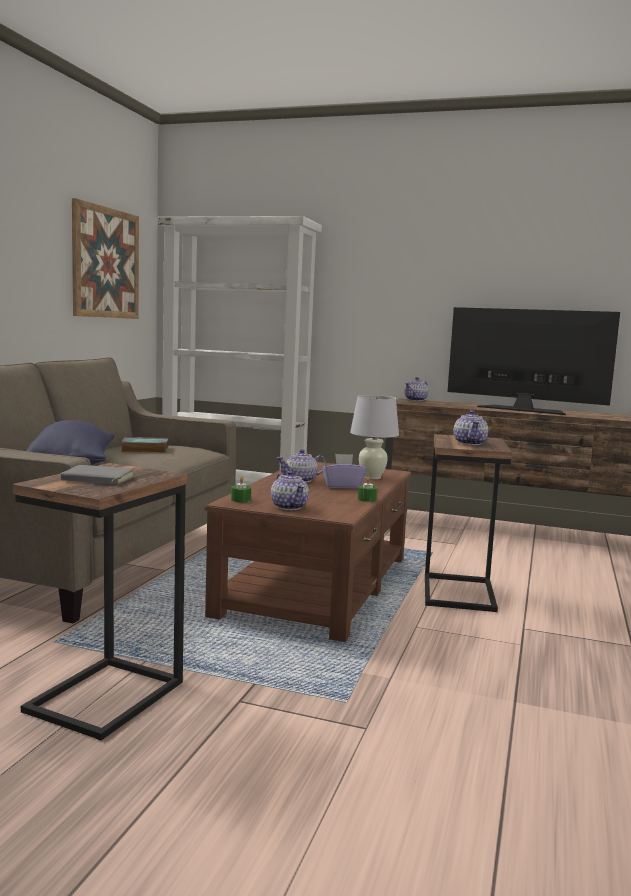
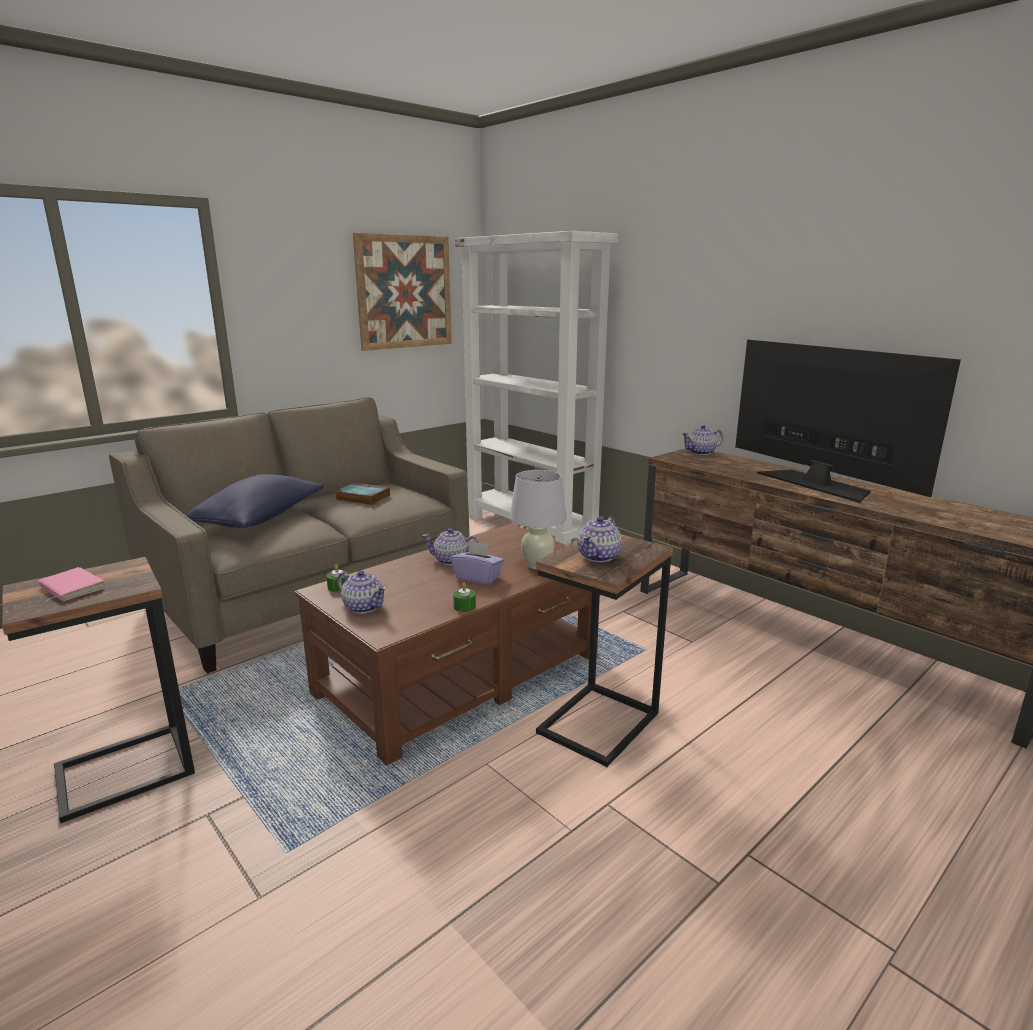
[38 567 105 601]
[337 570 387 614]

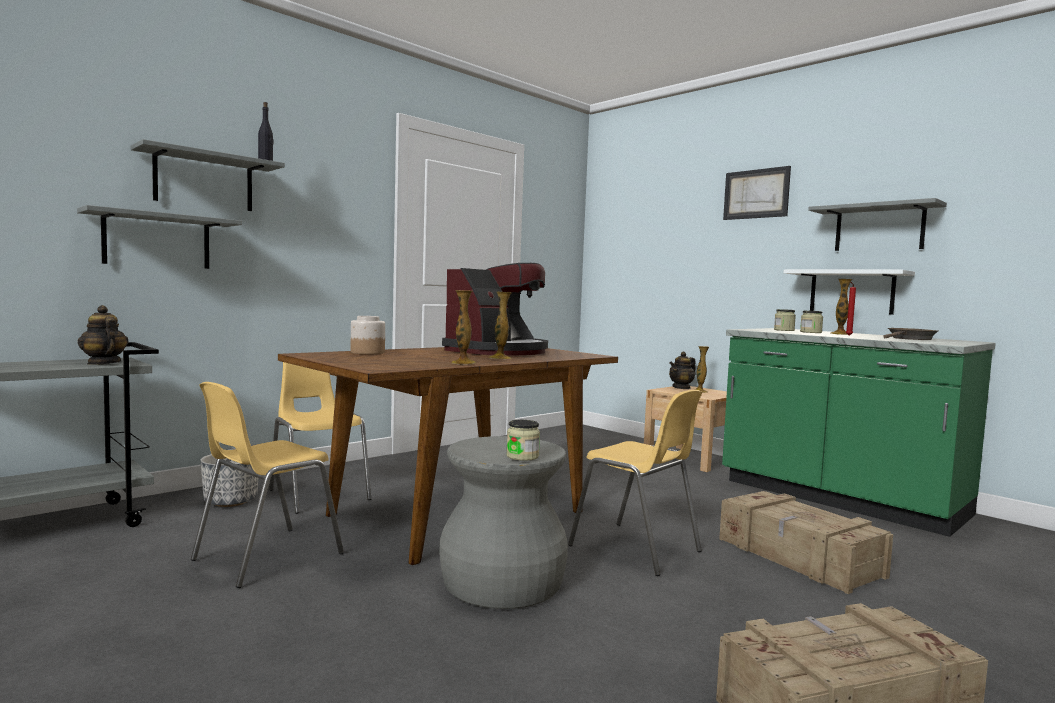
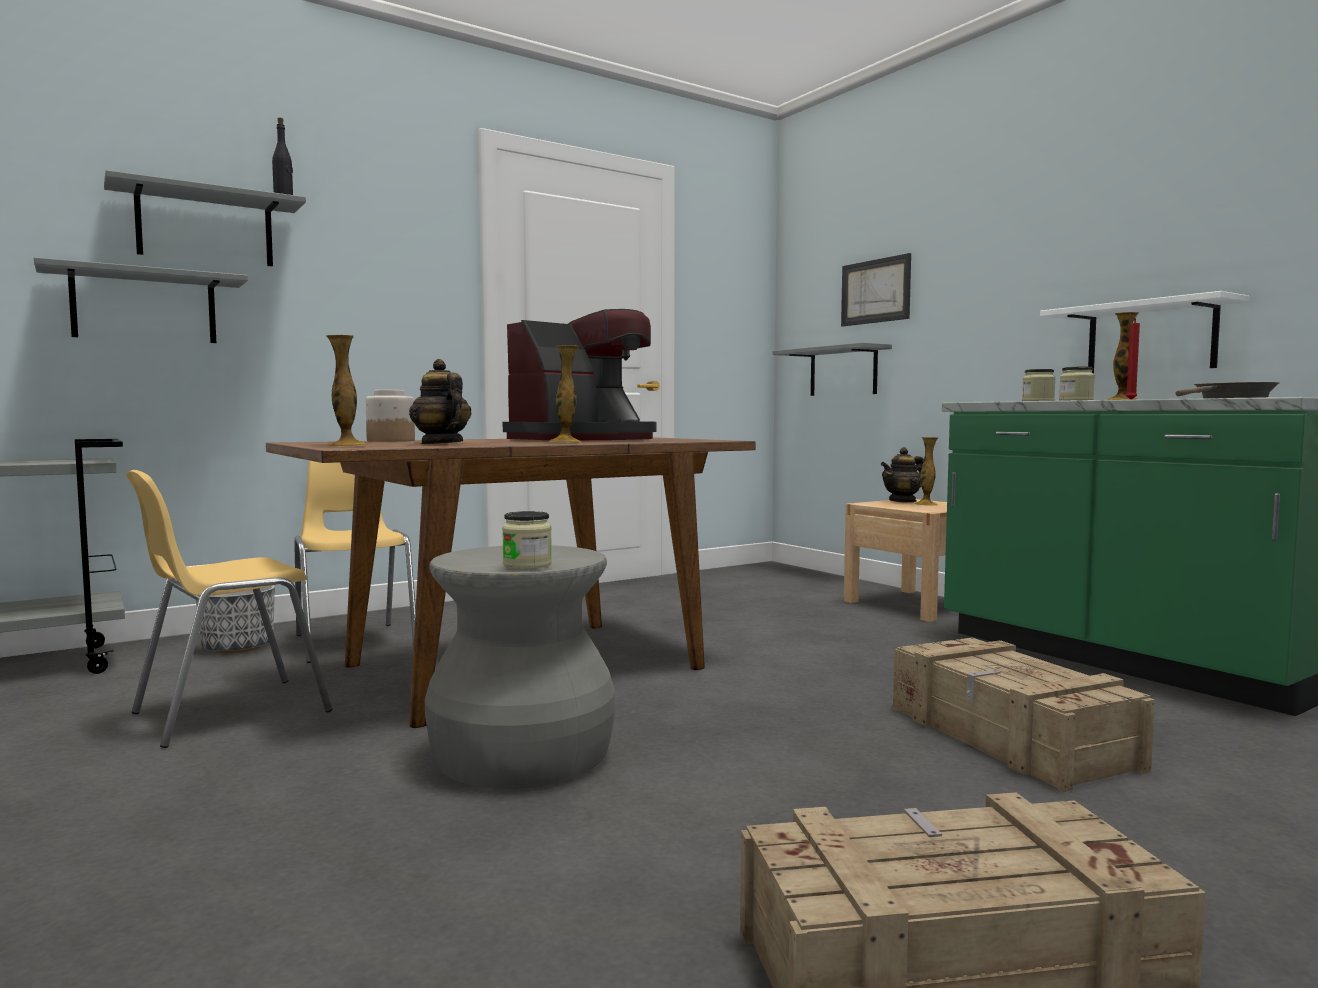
[409 359 471 444]
[326 335 367 447]
[568 390 702 576] (first image)
[841 253 911 326]
[772 342 892 396]

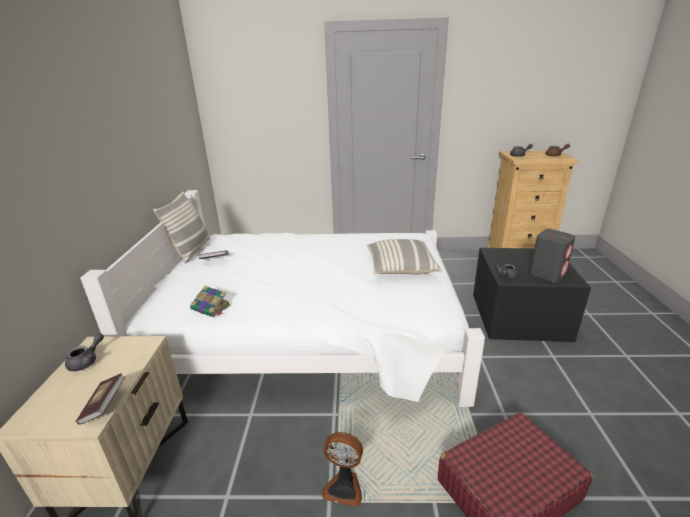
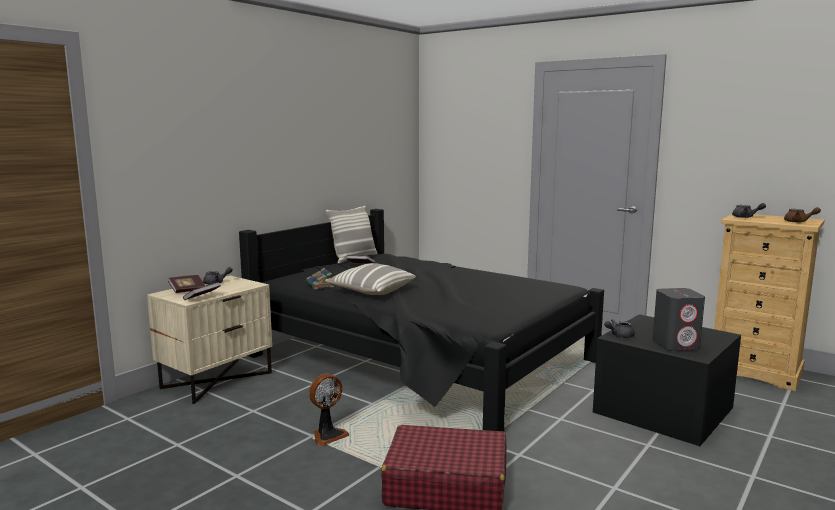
[239 209 604 432]
[309 374 349 446]
[325 263 416 295]
[168 275 205 293]

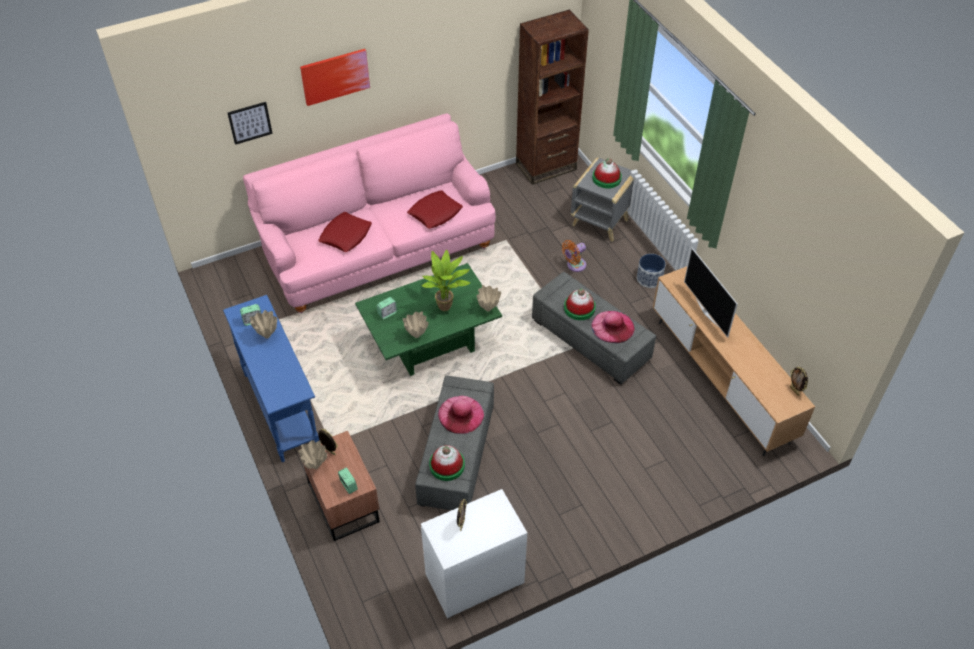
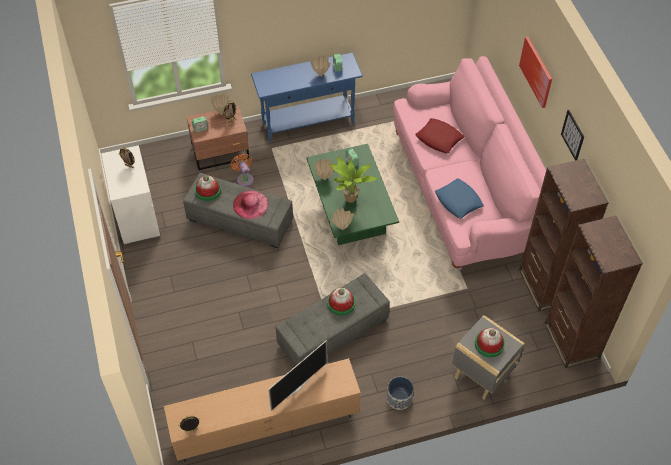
[561 110 584 161]
[435 178 484 219]
[231 153 254 187]
[591 311 634 343] (first image)
[268 340 327 411]
[519 159 609 311]

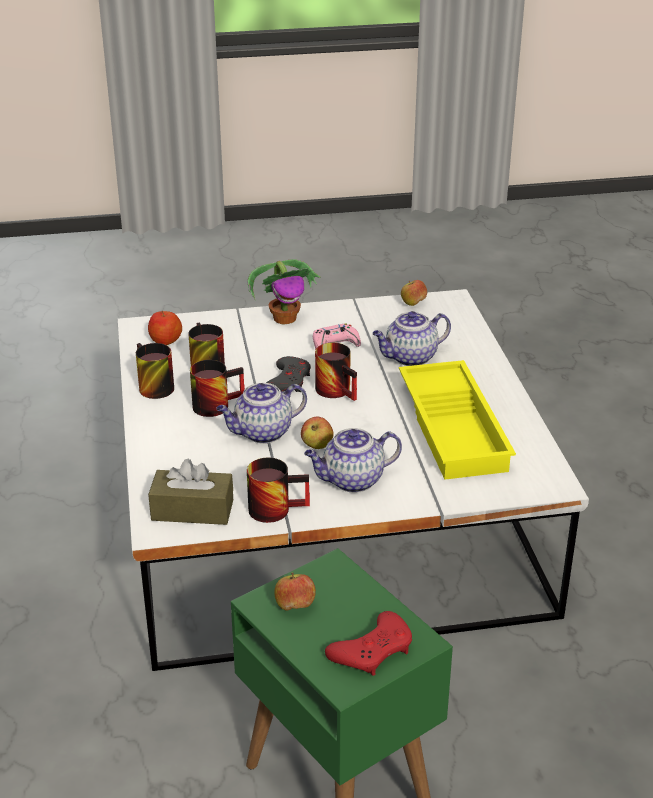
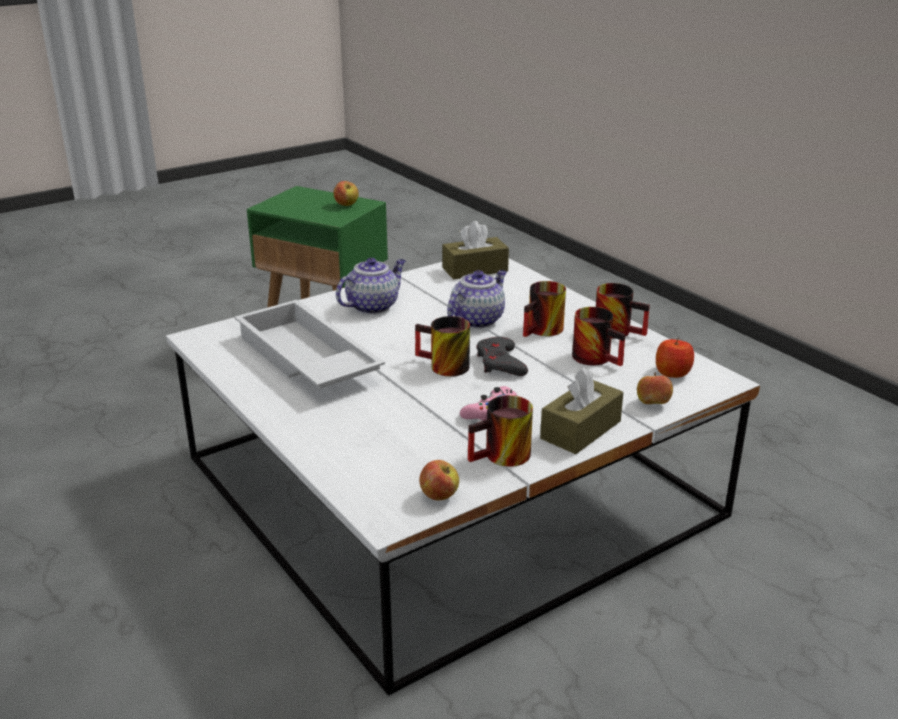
[468 395 533 467]
[540 367 624 454]
[637 372 673 404]
[325 611 412 676] (first image)
[372 311 451 366] (first image)
[235 300 385 389]

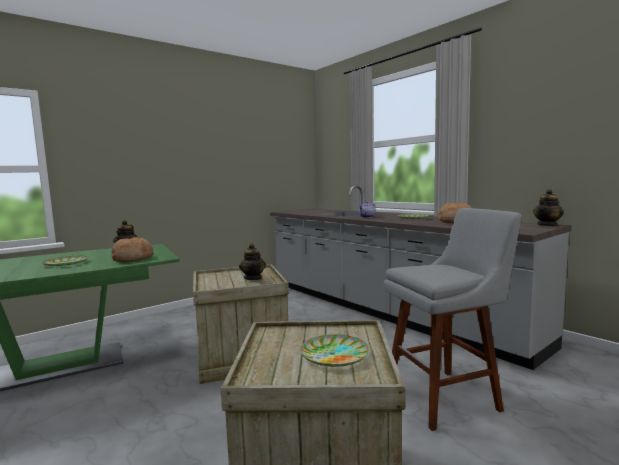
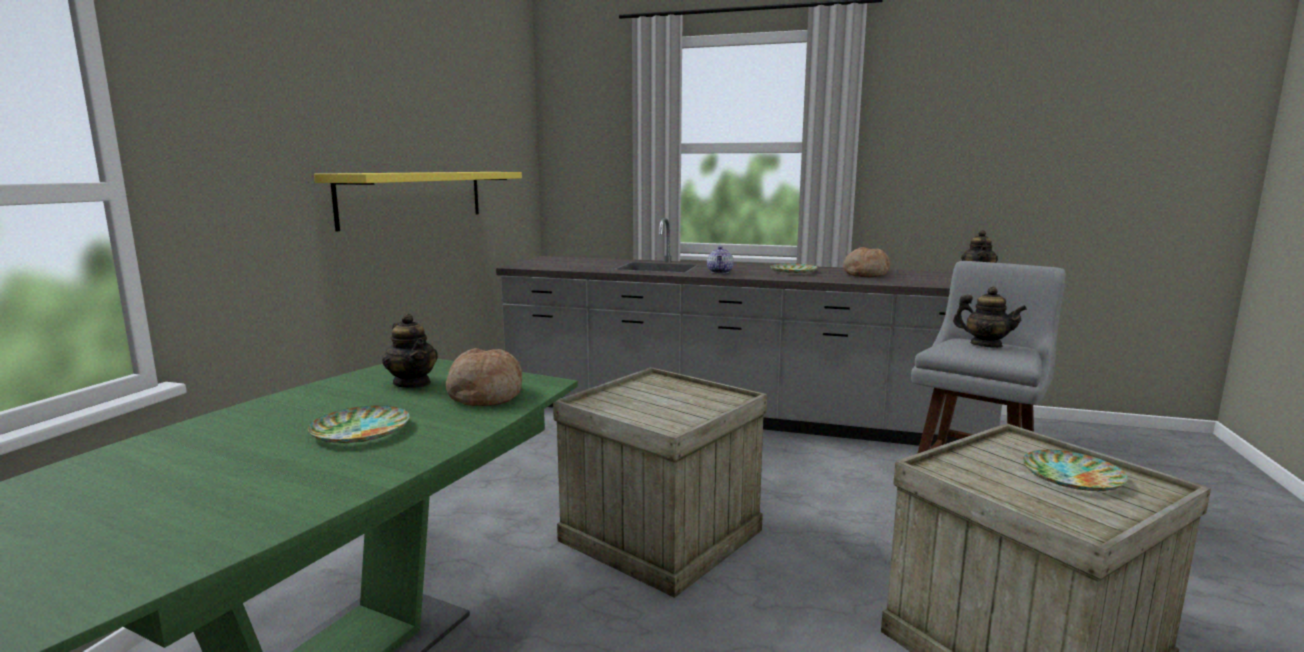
[953 287 1027 348]
[314 172 522 232]

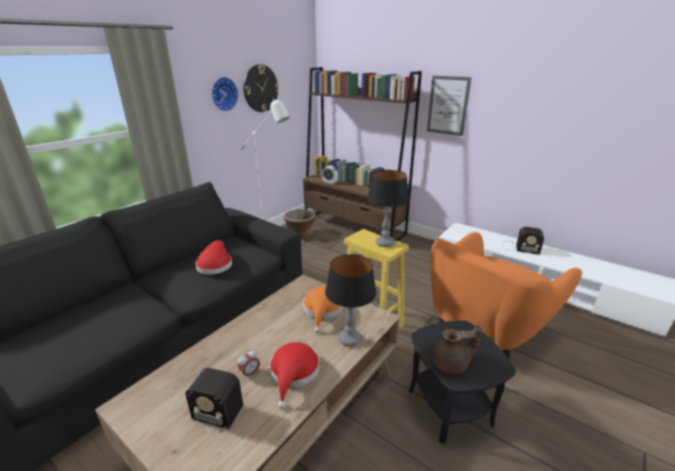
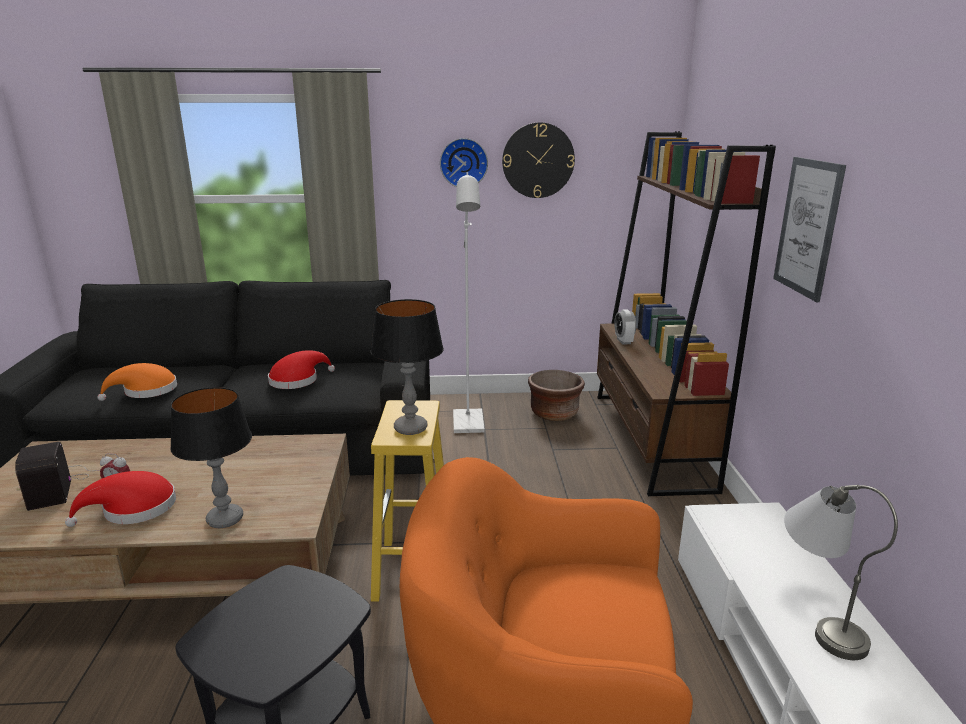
[98 363 177 401]
[433 325 482 374] (first image)
[784 485 898 660]

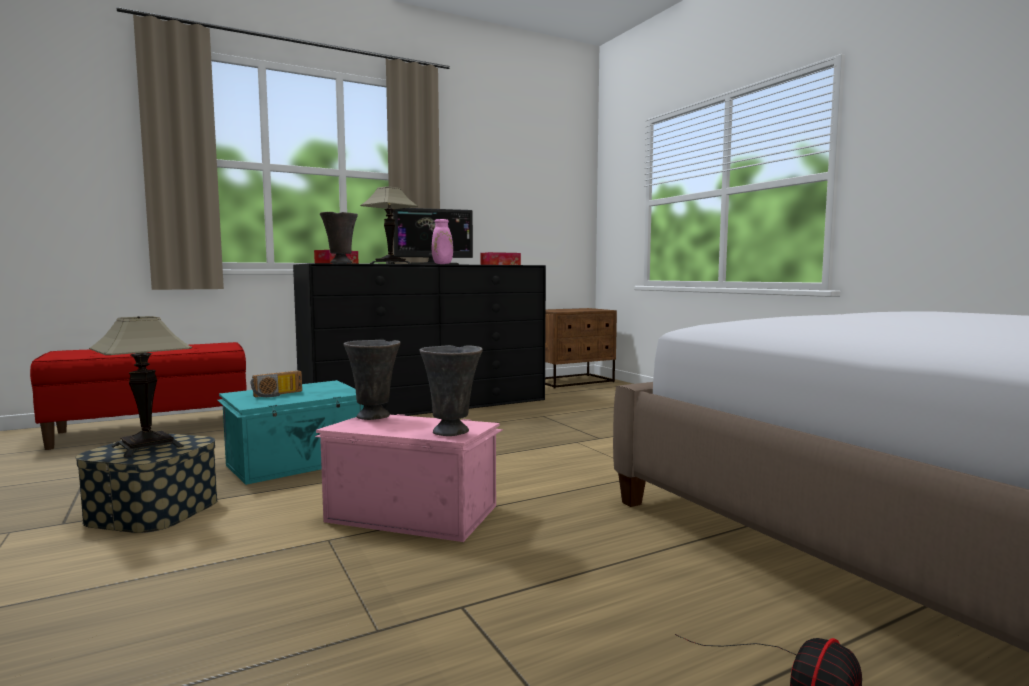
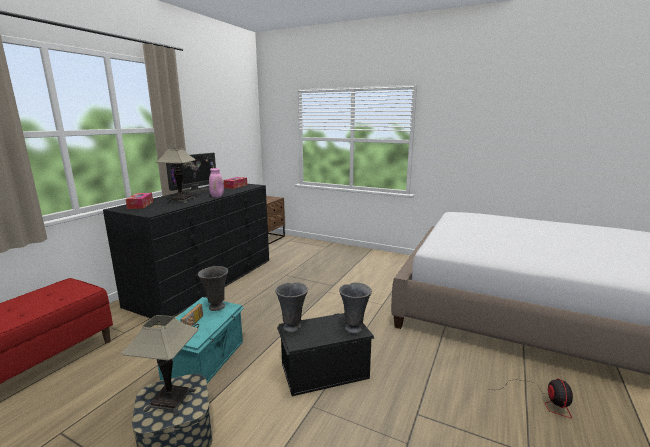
[277 313 374 396]
[198 266 228 311]

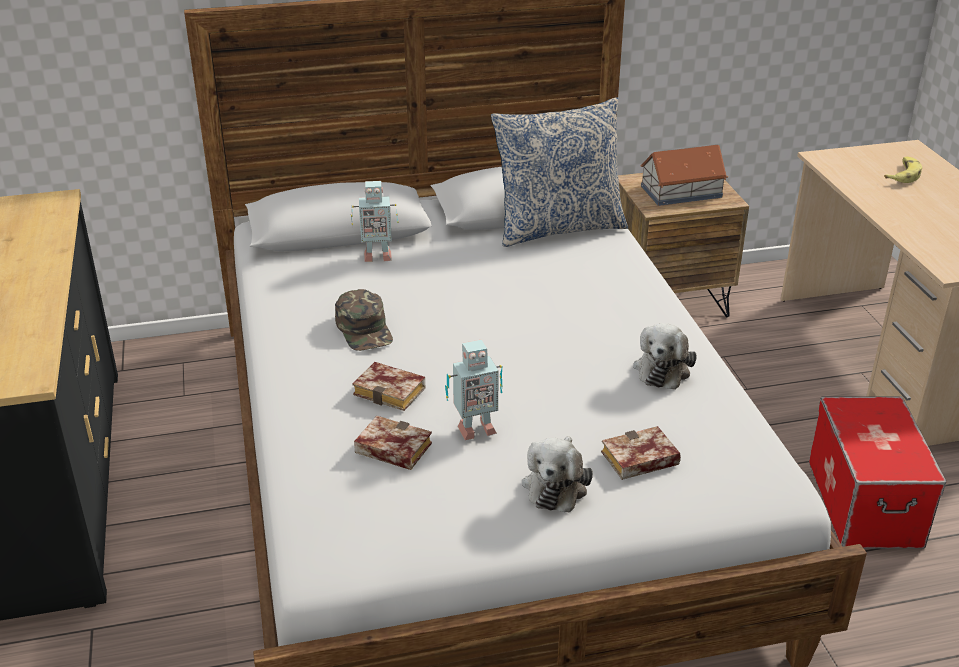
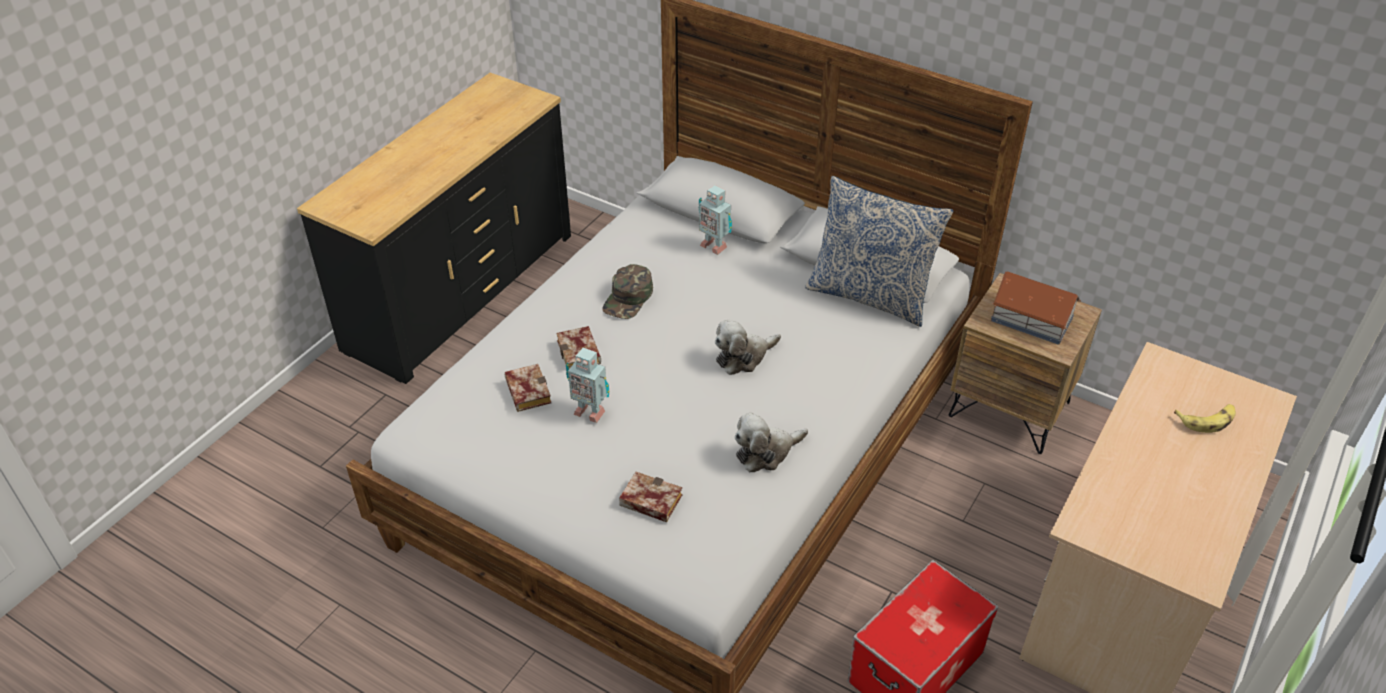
[715 319 781 375]

